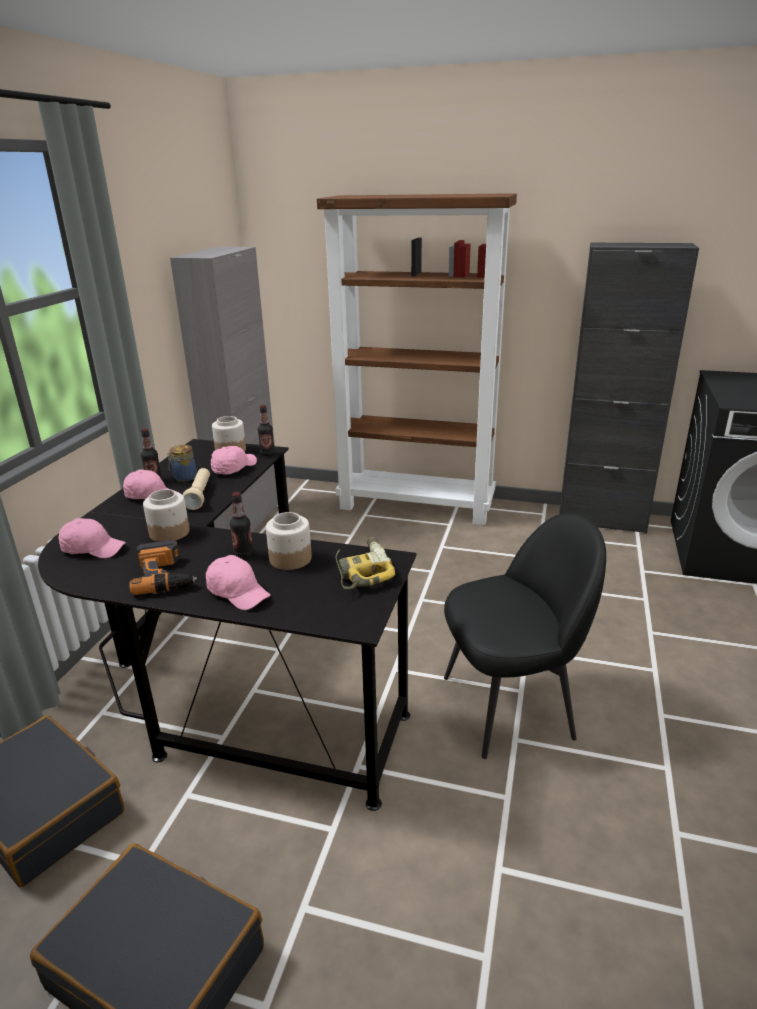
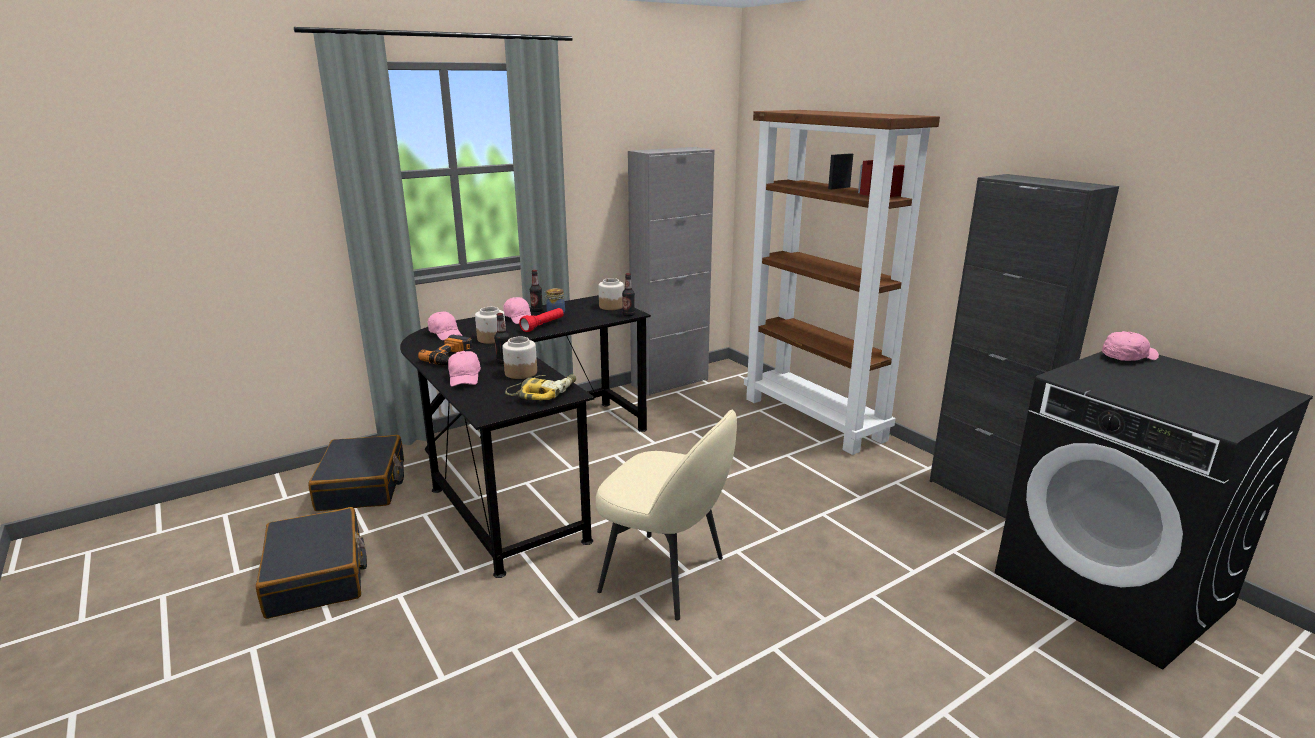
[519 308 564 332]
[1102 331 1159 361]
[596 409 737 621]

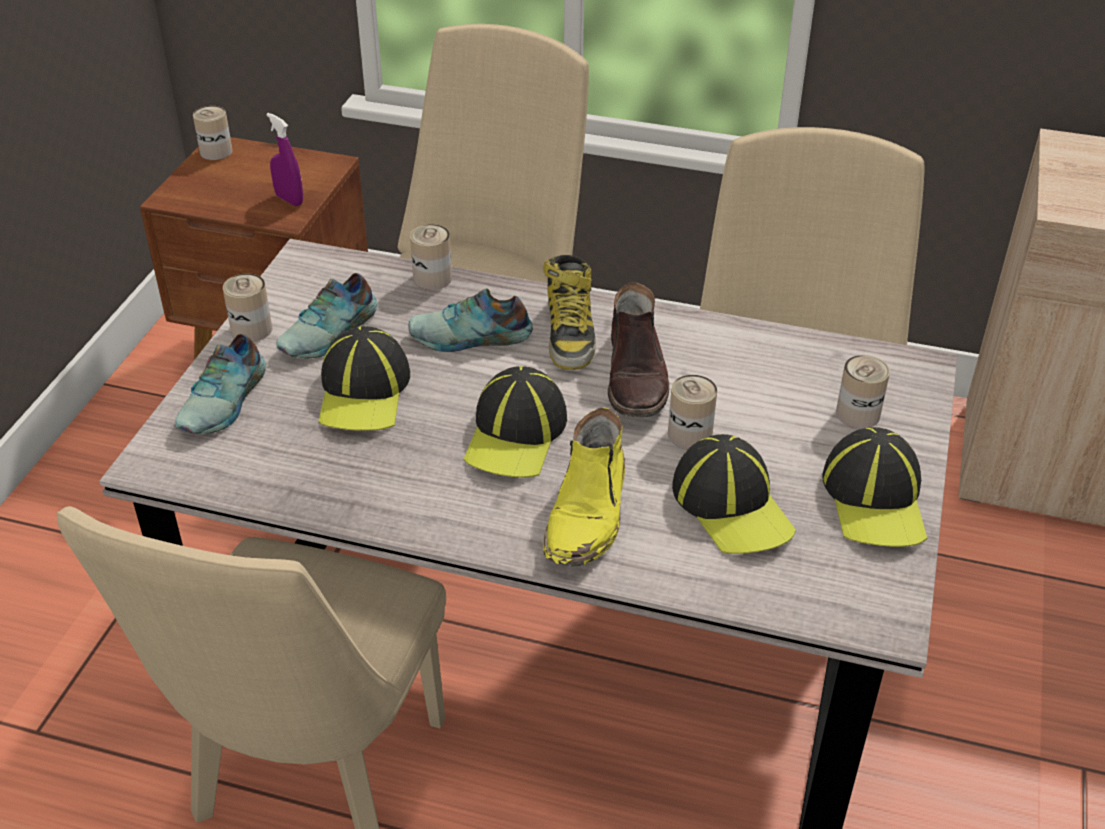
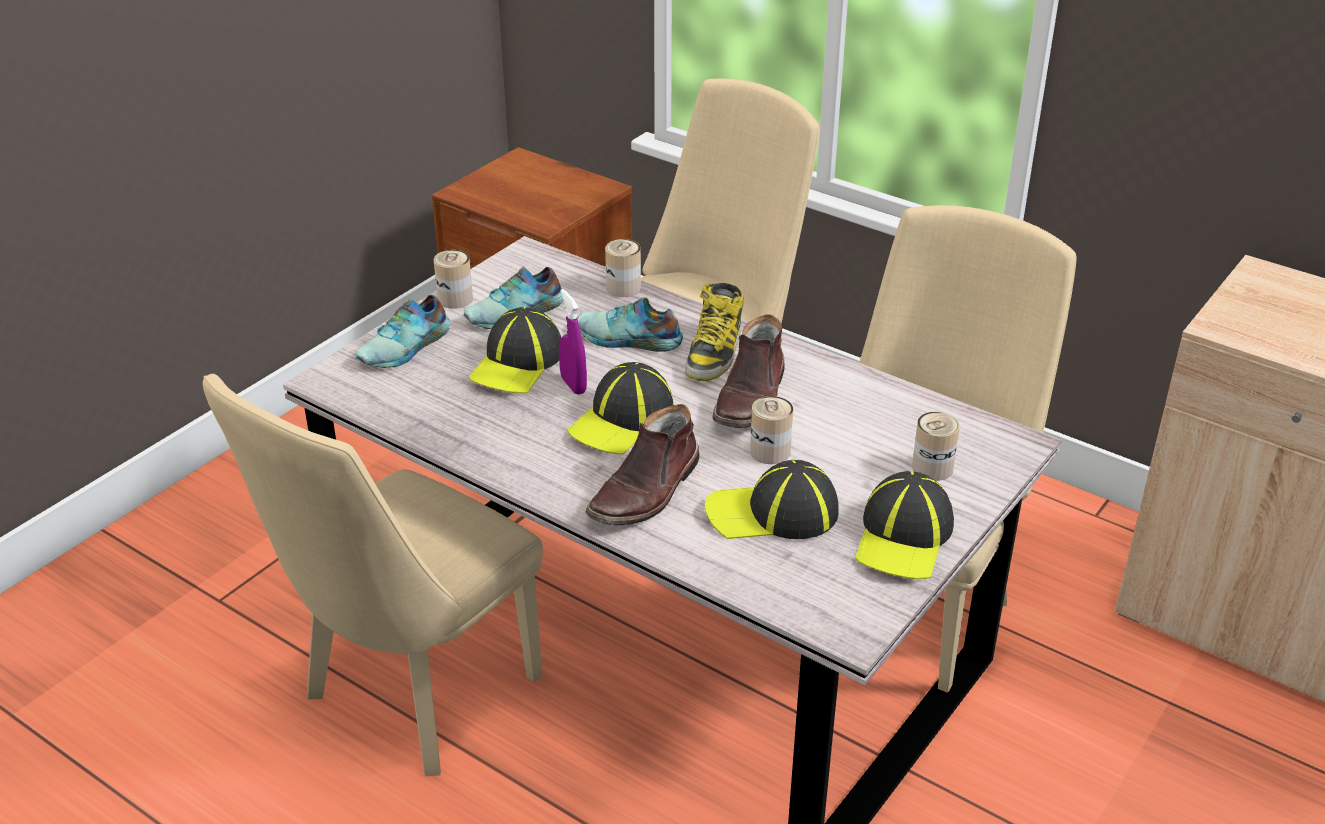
[193 106 232 160] (first image)
[559 289 587 395]
[585 404 700 525]
[705 460 839 539]

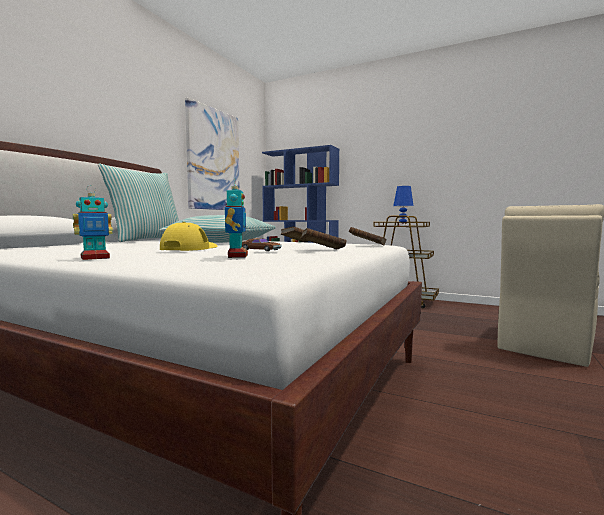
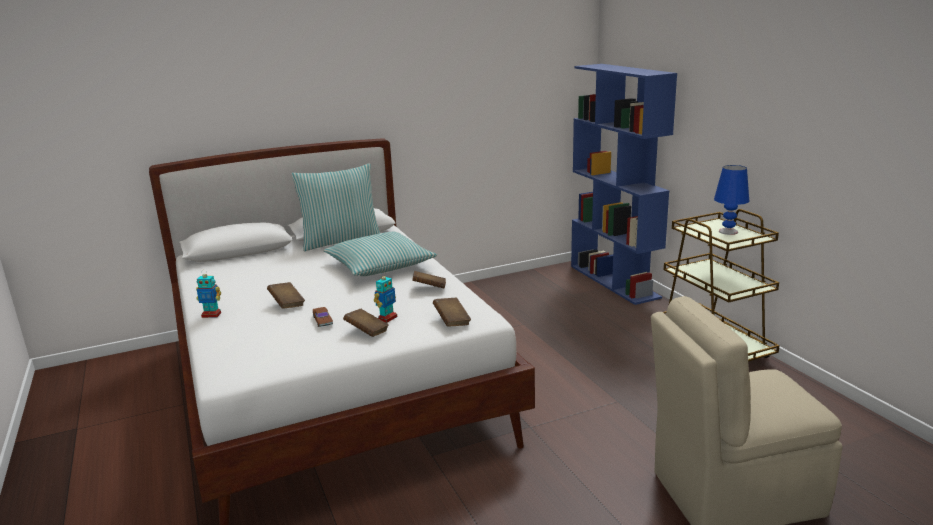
[267 282 305 309]
[185 97 240 210] (first image)
[374 272 397 323]

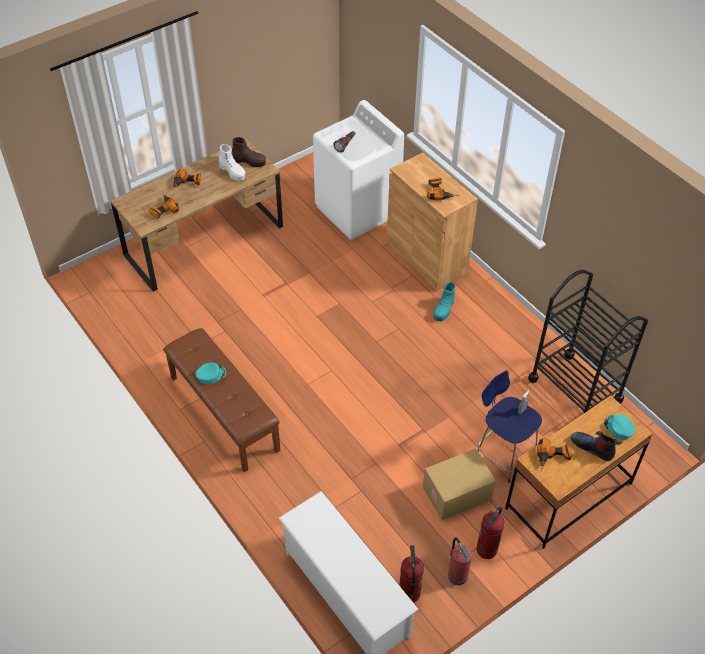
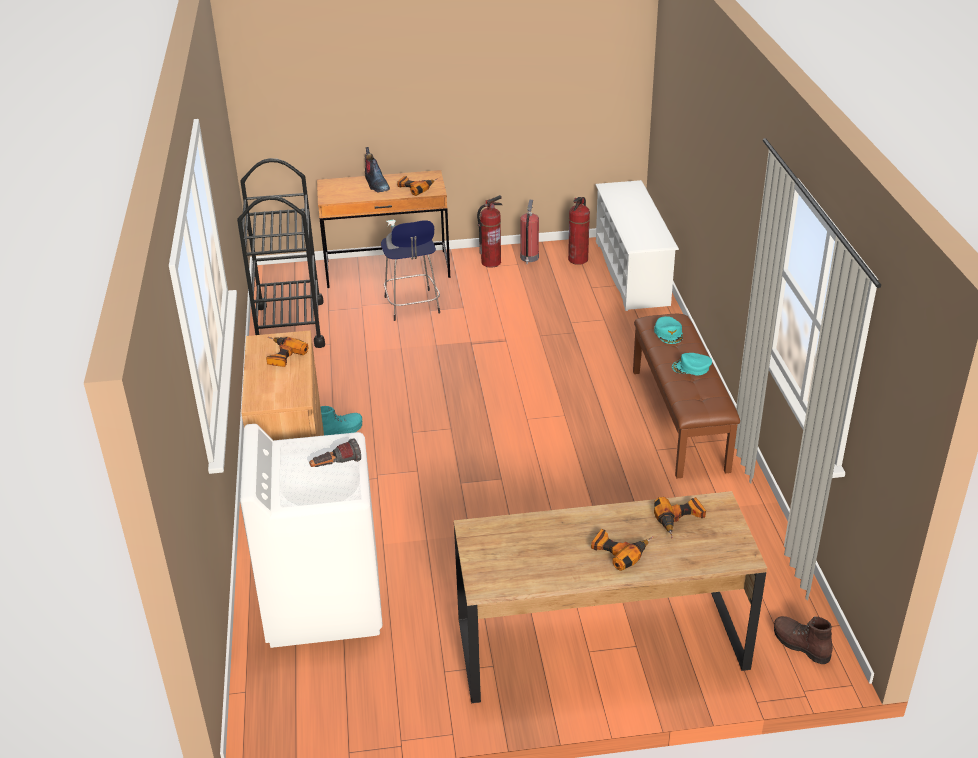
[219 144 245 181] (first image)
[774 616 833 664]
[423 449 496 520] (first image)
[654 316 683 344]

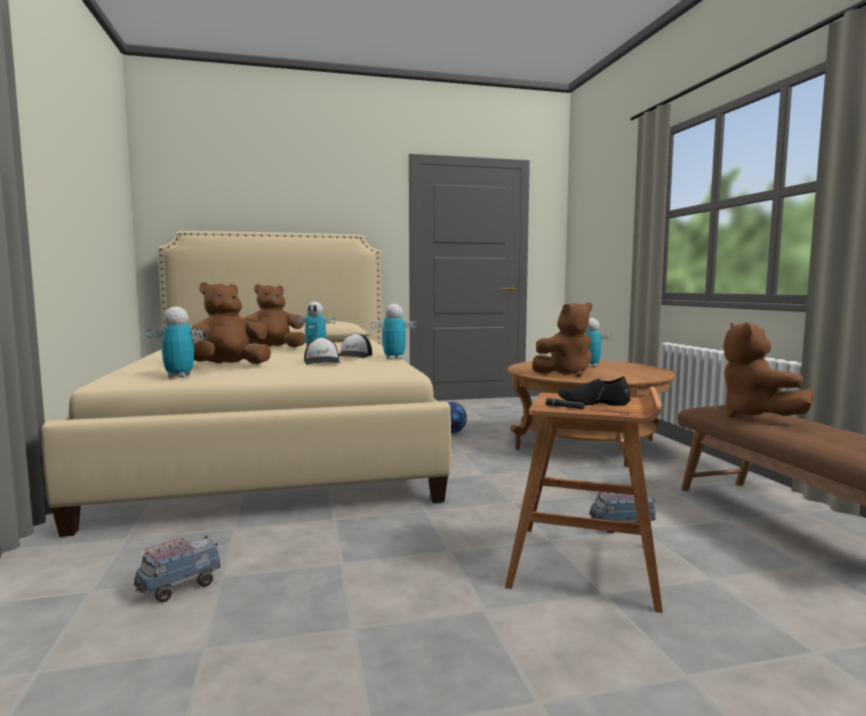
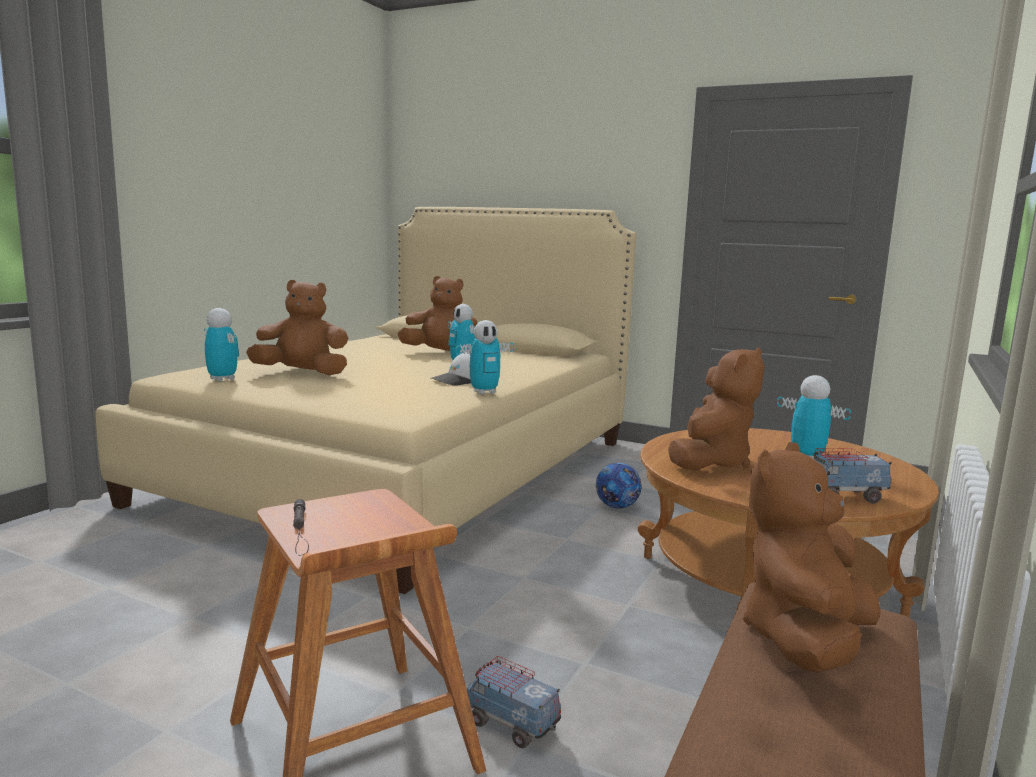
[813 448 892 504]
[304 337 341 365] (first image)
[456 320 514 394]
[668 347 765 471]
[557 376 630 406] (first image)

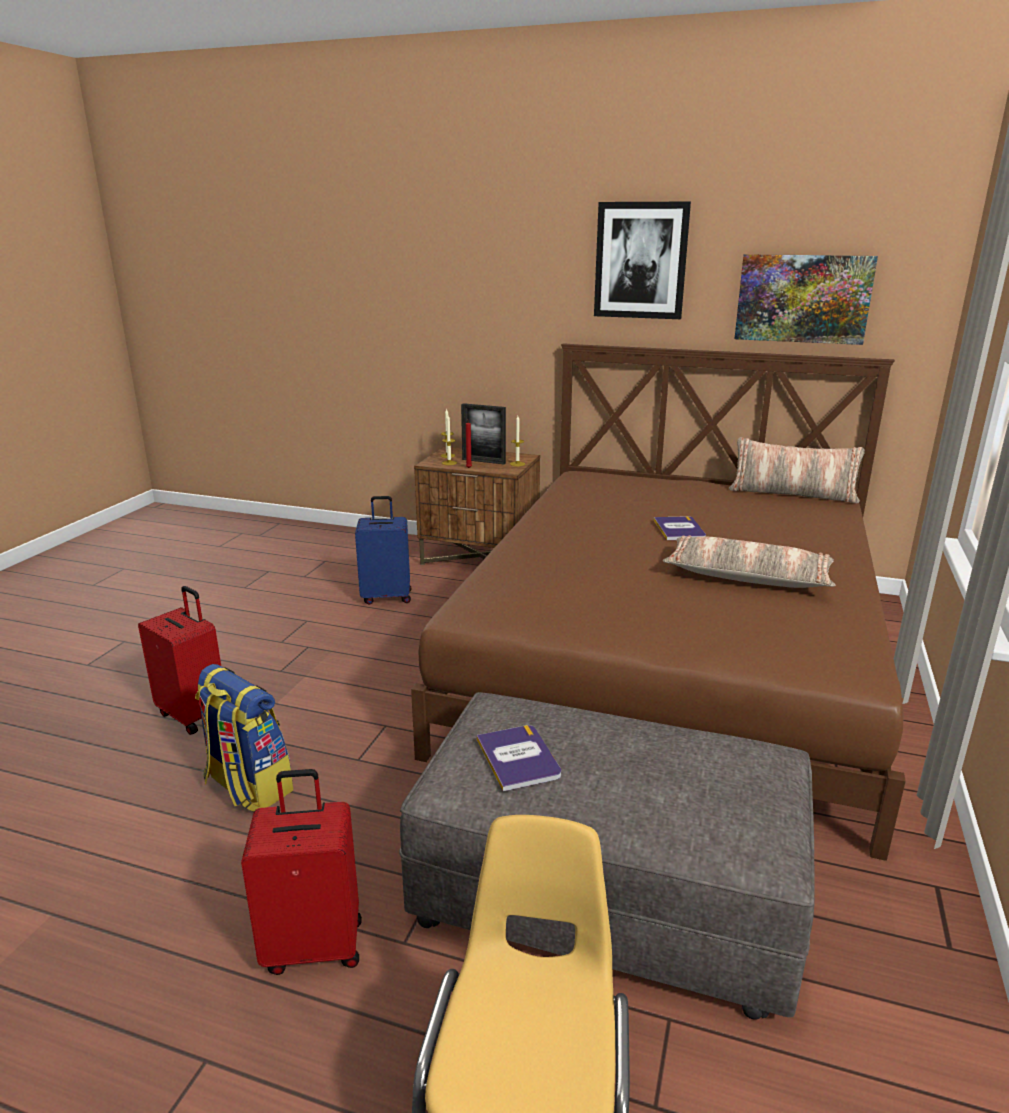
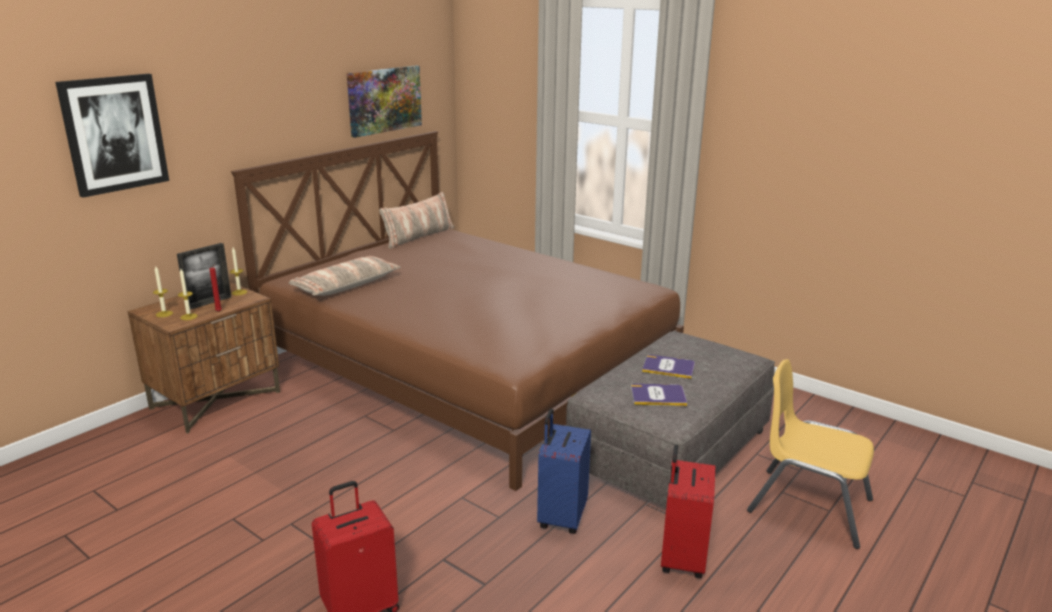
[195 664 294 812] (first image)
[537 409 591 534]
[55 74 169 198]
[642 355 695 379]
[289 256 400 296]

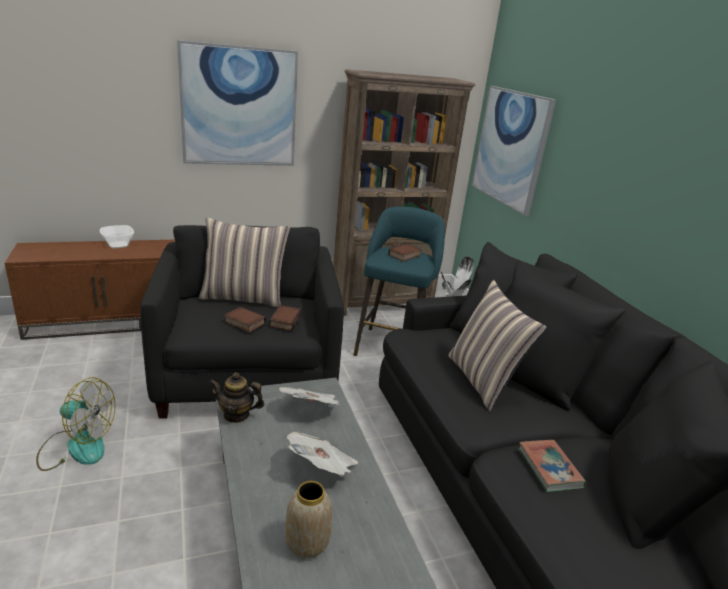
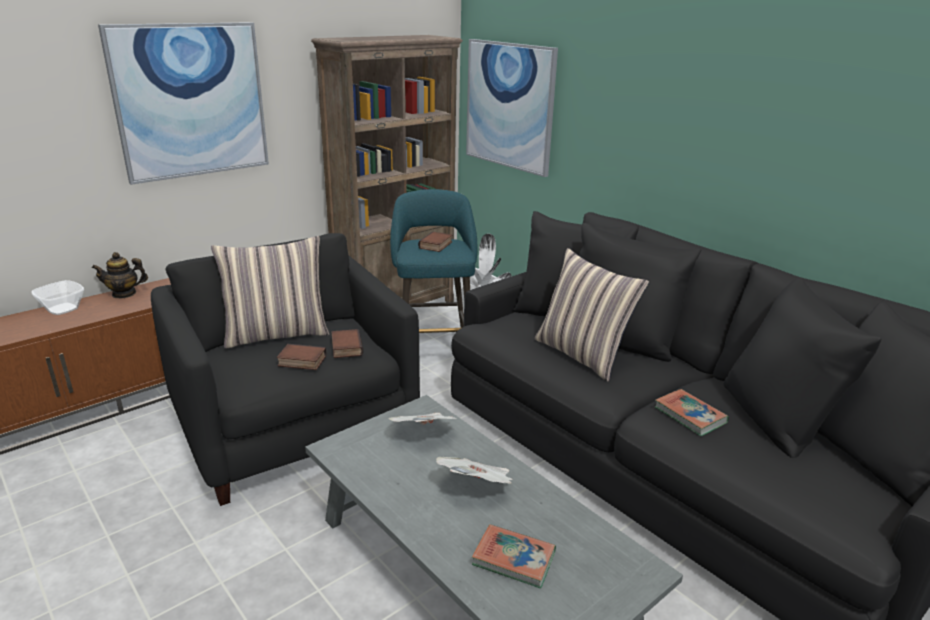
[36 377 115 471] (first image)
[92 252 148 299]
[472 524 556 589]

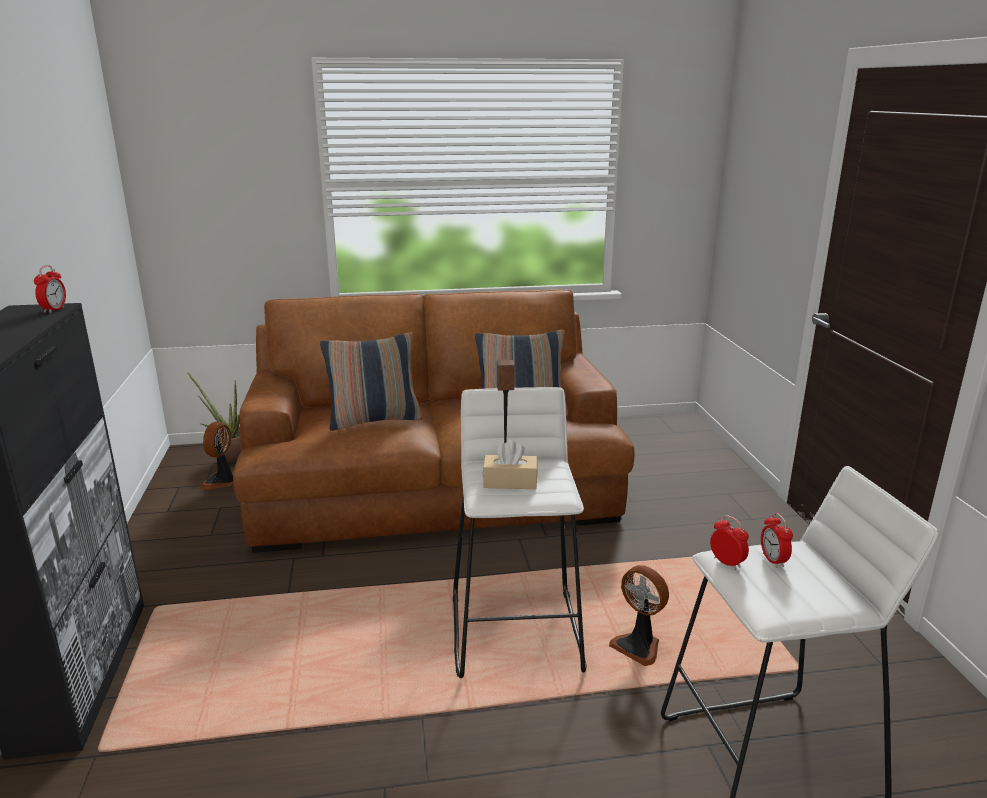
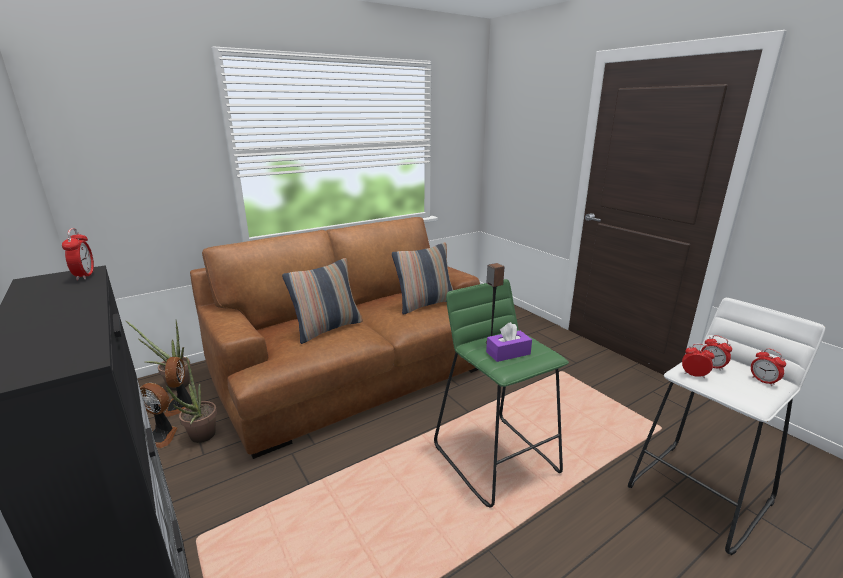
[434 279 569 507]
[486 322 532 362]
[140 383 177 448]
[166 357 217 443]
[751 348 786 386]

